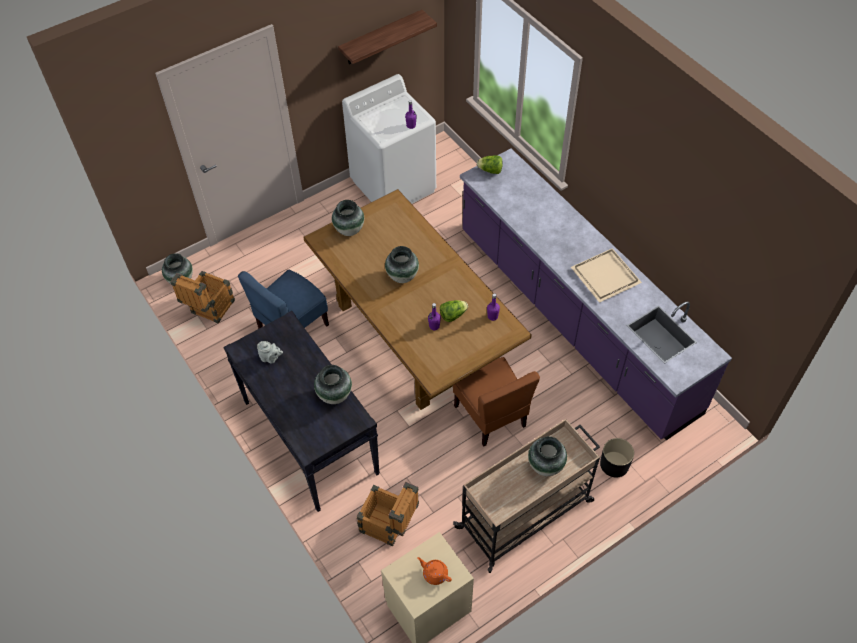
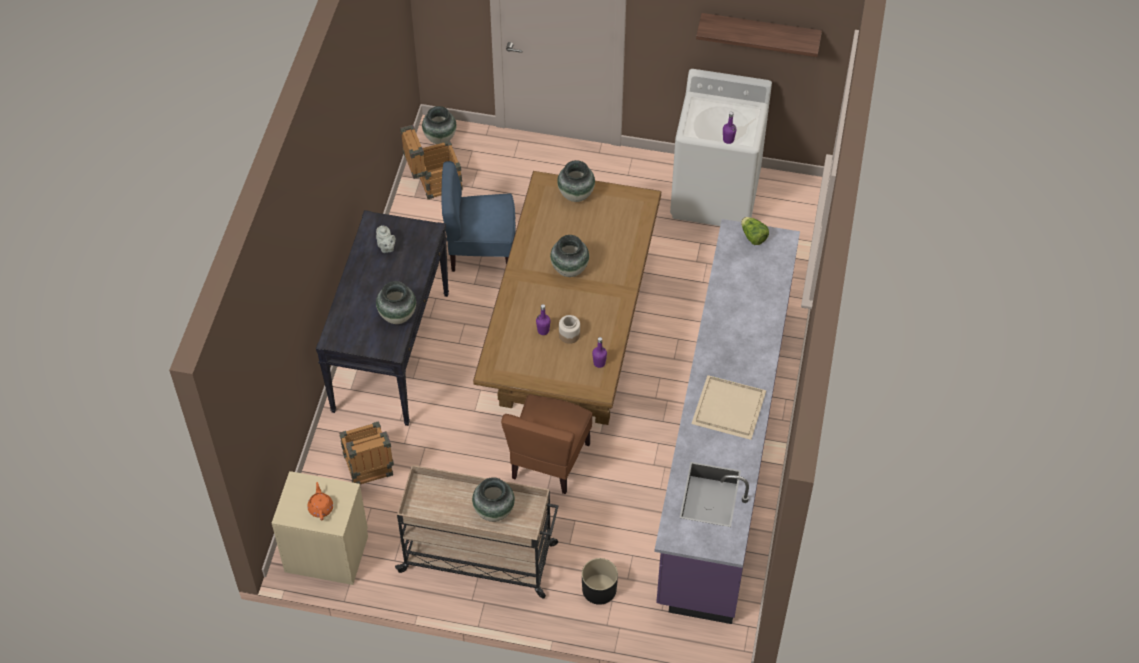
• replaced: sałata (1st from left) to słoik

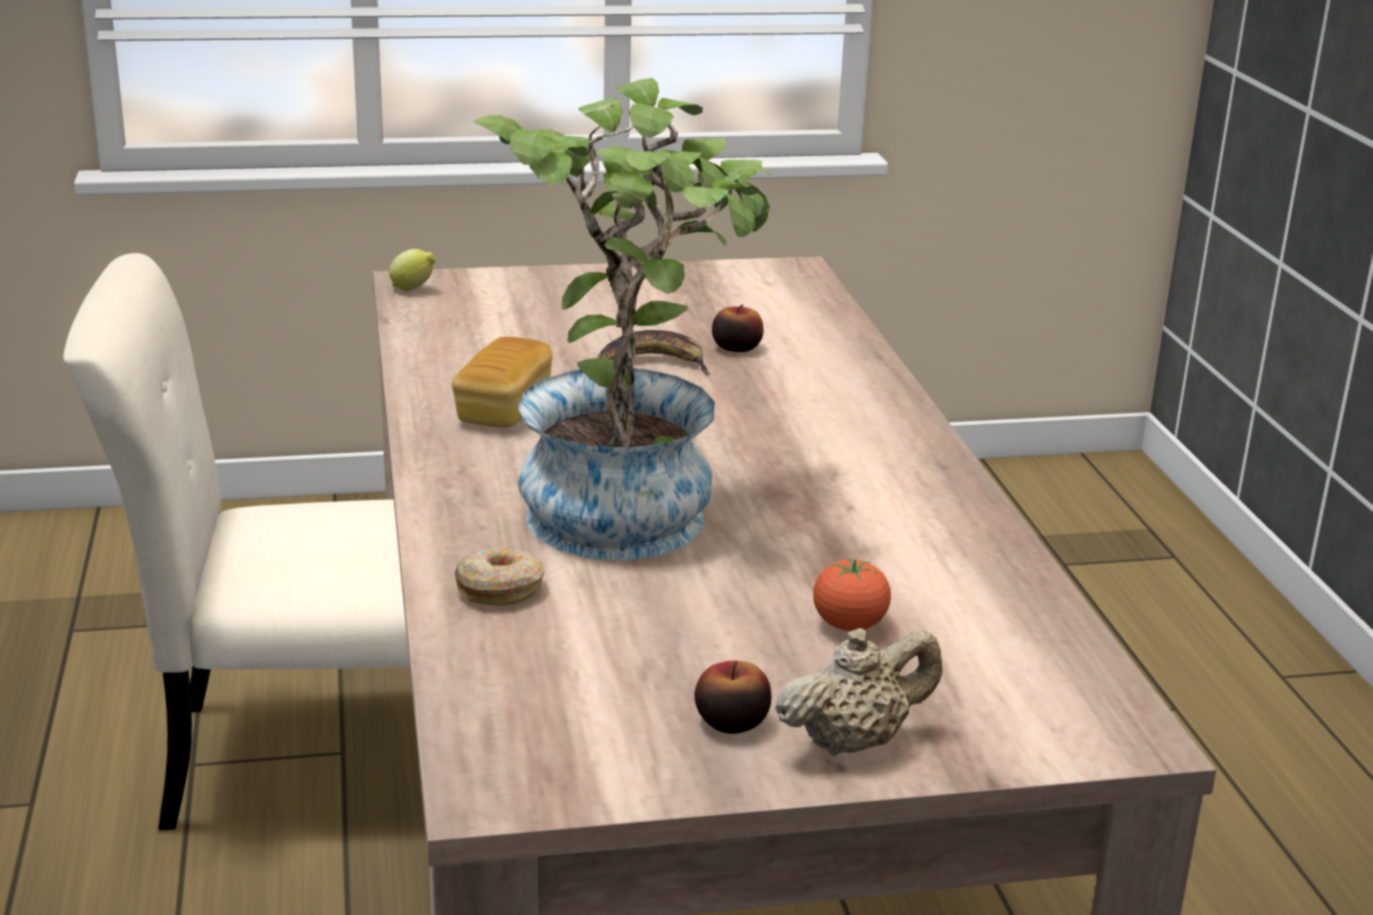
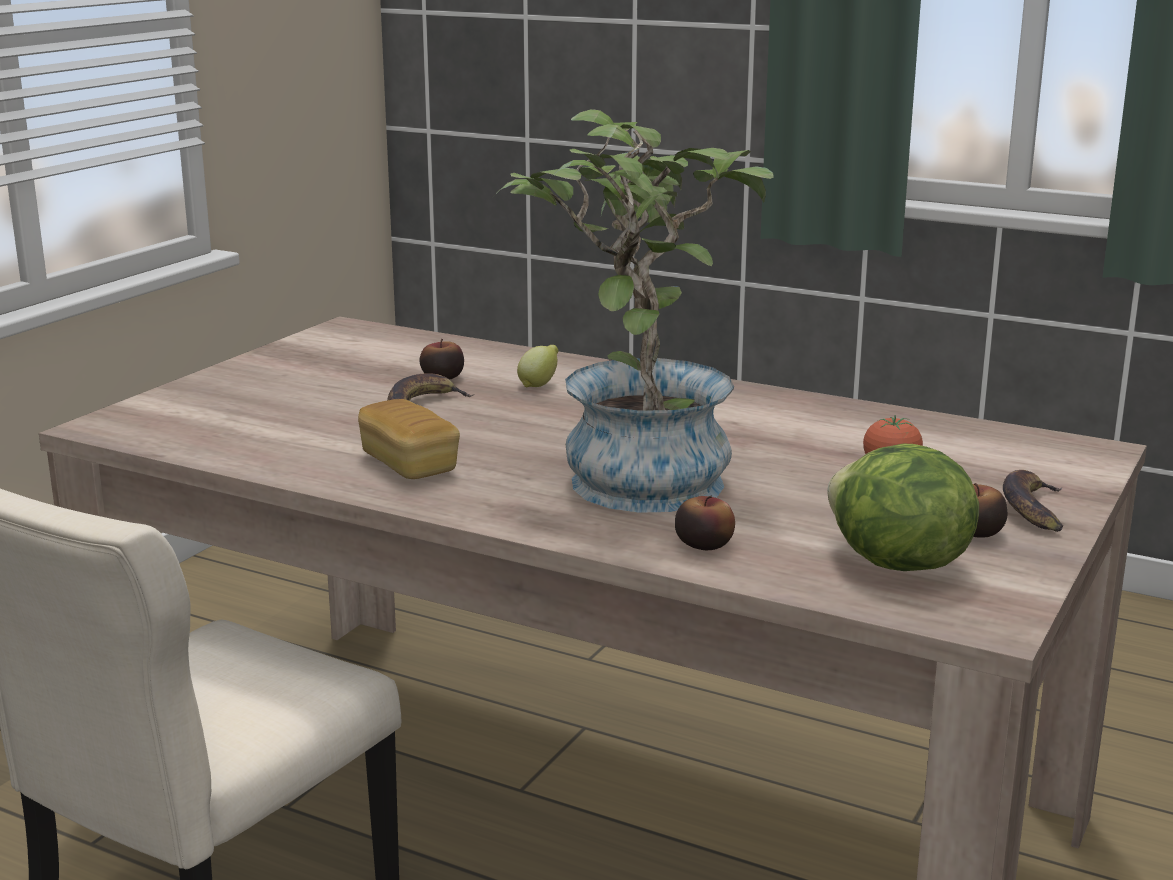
• moved: cytryna
• replaced: donut to jabłko (2nd from left)
• replaced: imbryk (beżowy) to banan (2nd from left)
• added: sałata

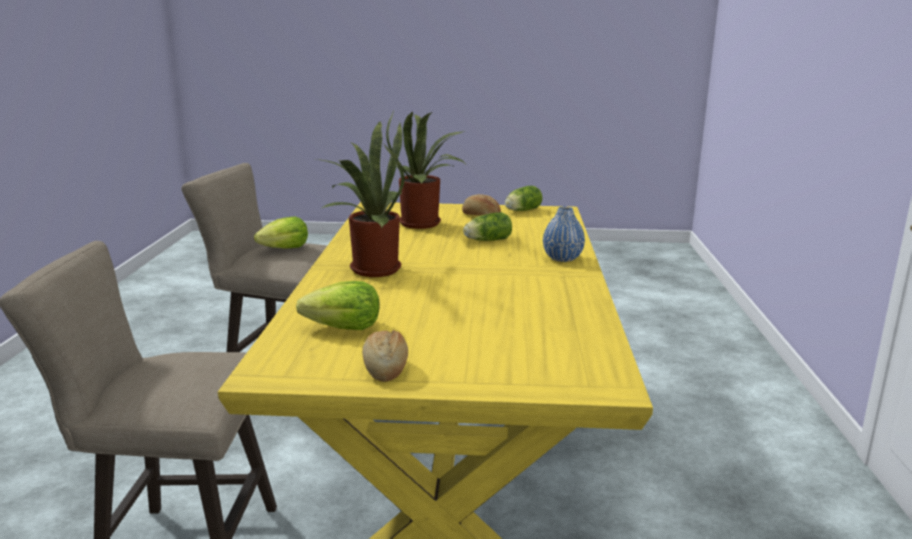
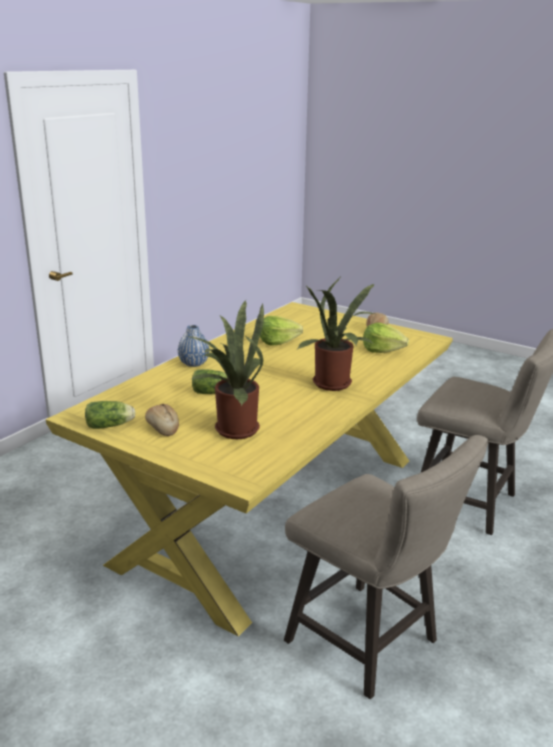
• moved: sałata (1st from left in the first image) to sałata (3rd from left)

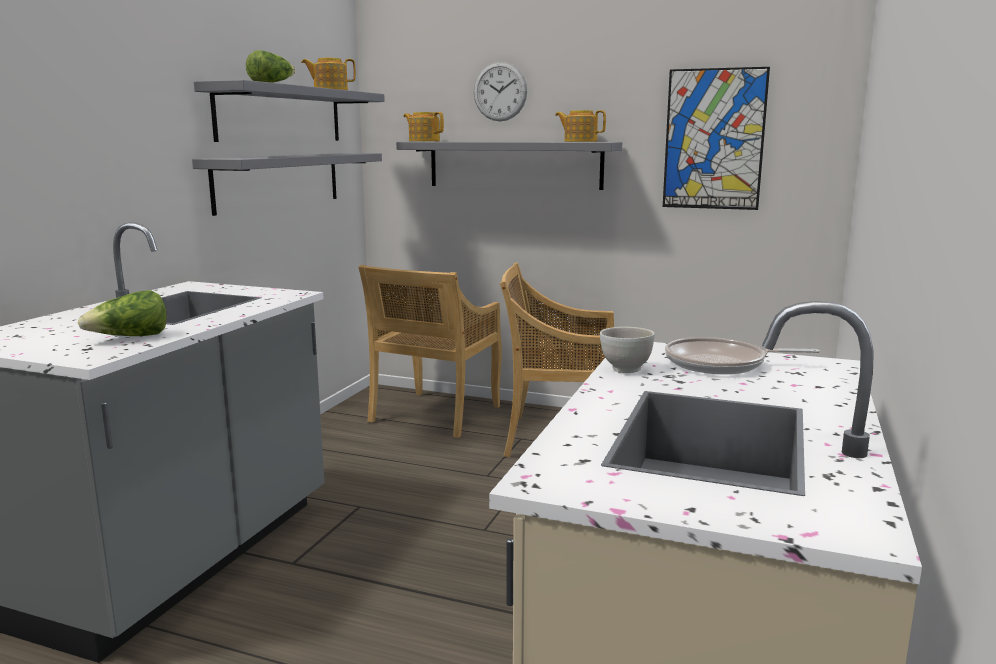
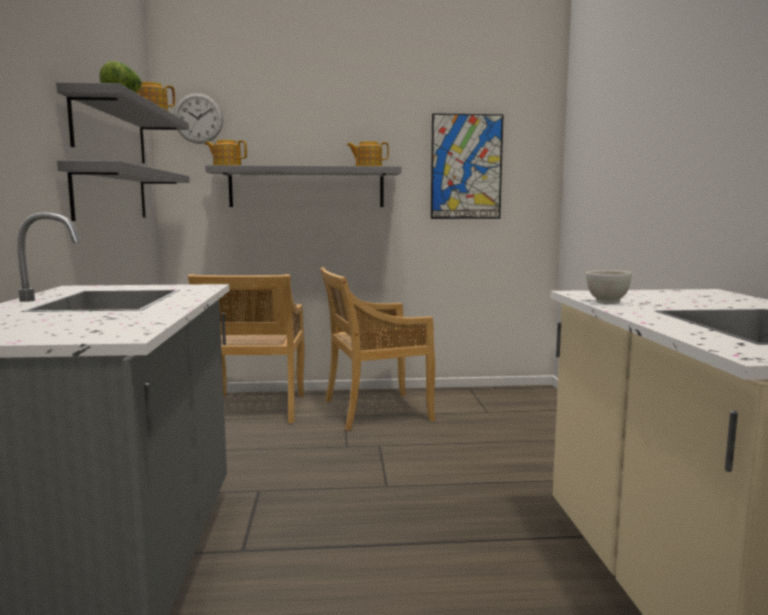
• moved: zegar ścienny
• removed: sałata (1st from left)
• removed: patelnia

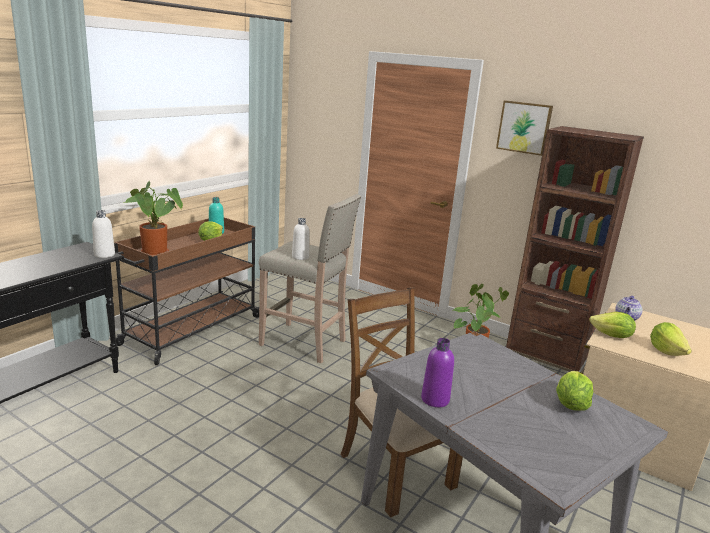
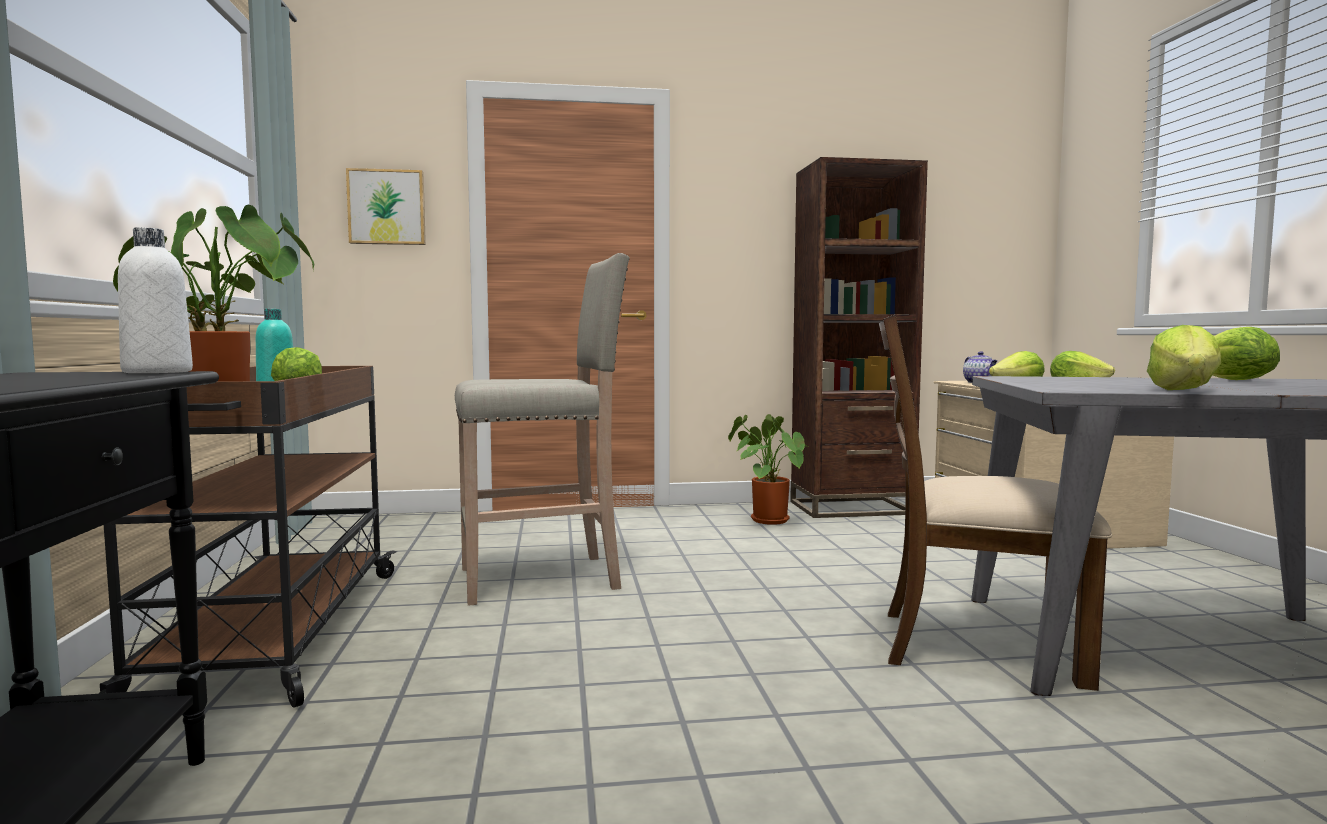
• moved: obraz
• removed: butelka (biały) (2nd from left)
• replaced: butelka (fioletowy) to sałata (4th from left)

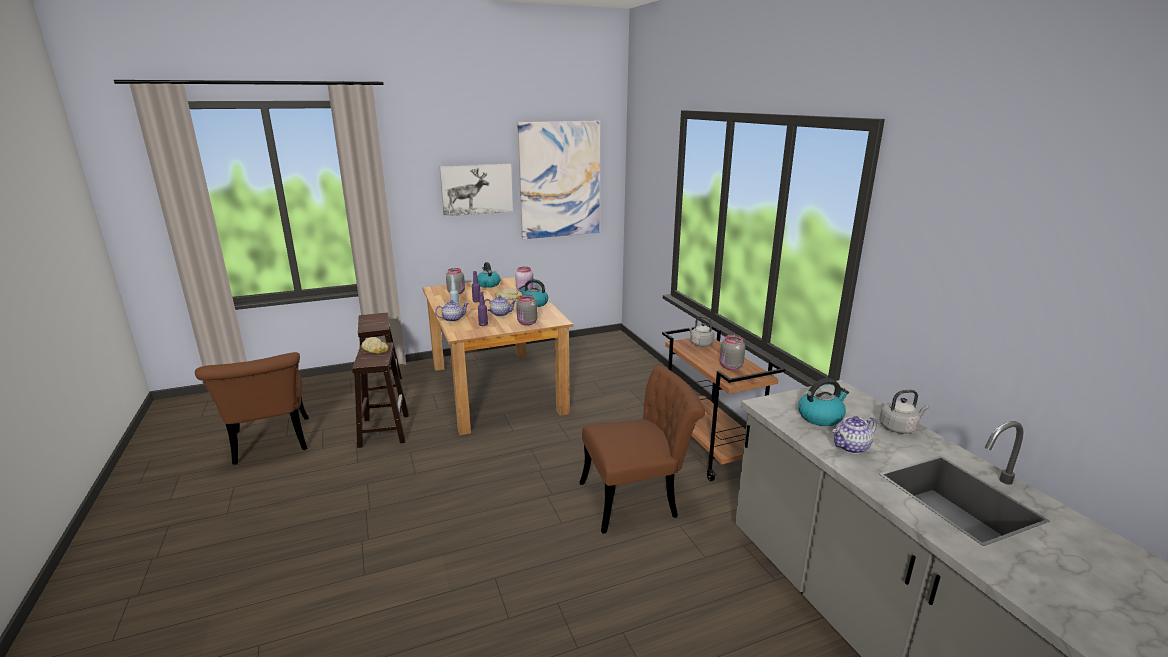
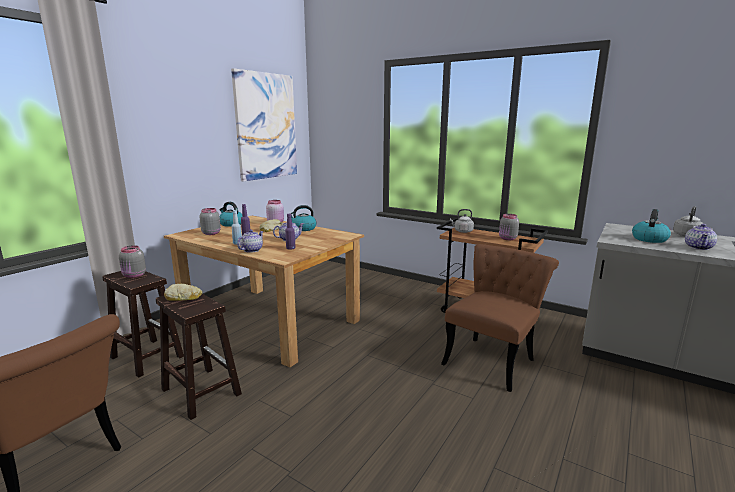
• removed: obraz (1st from left)
• moved: słoik (szary) (2nd from left in the first image) to słoik (szary) (1st from left)

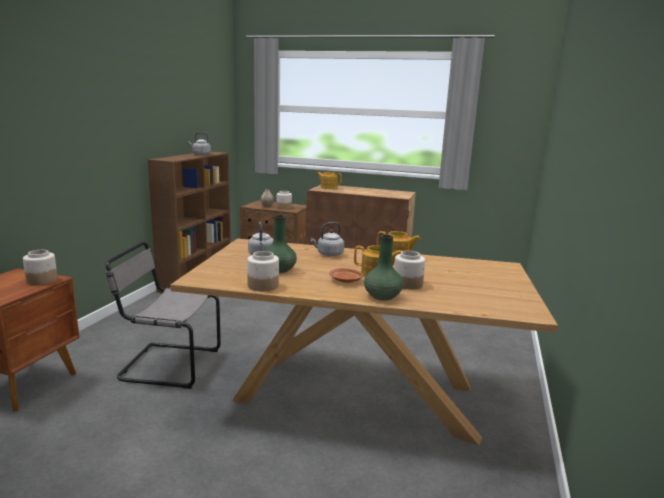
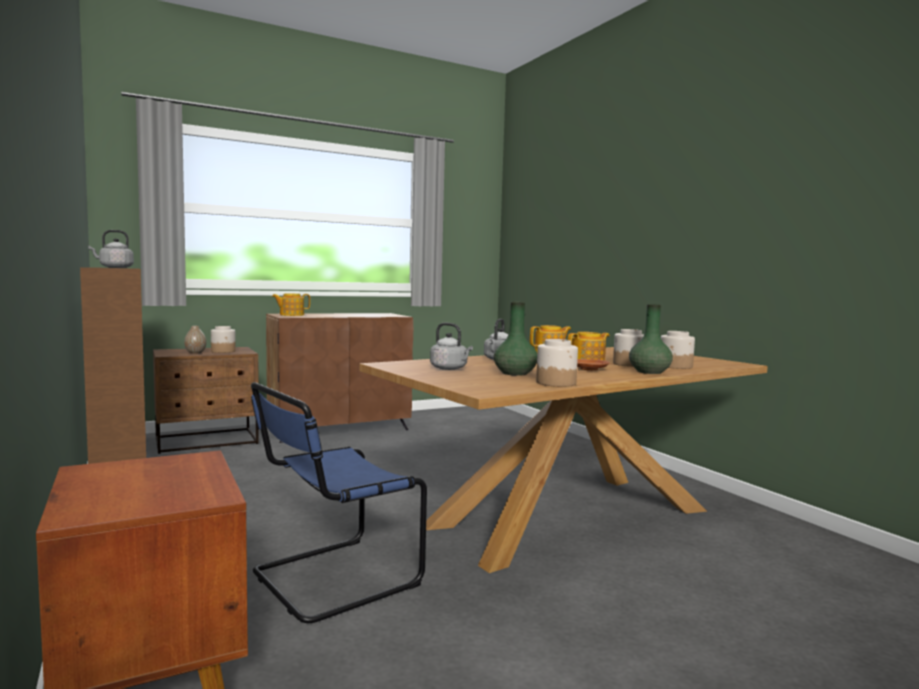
• recoloured: krzesło (szary) to krzesło (niebieski)
• moved: słoik (1st from left in the first image) to słoik (4th from left)

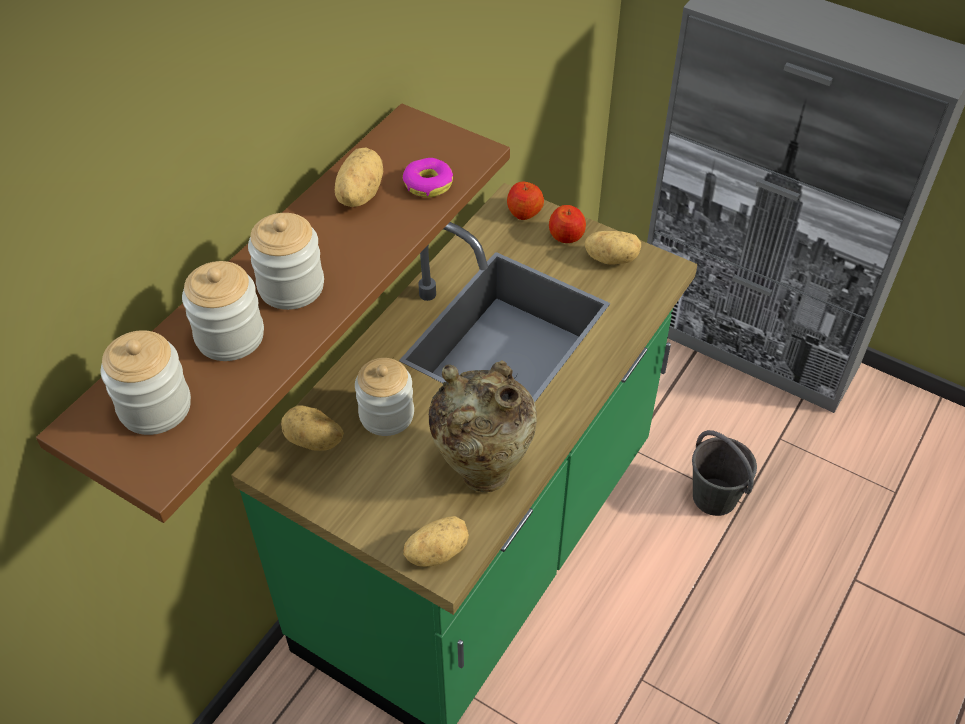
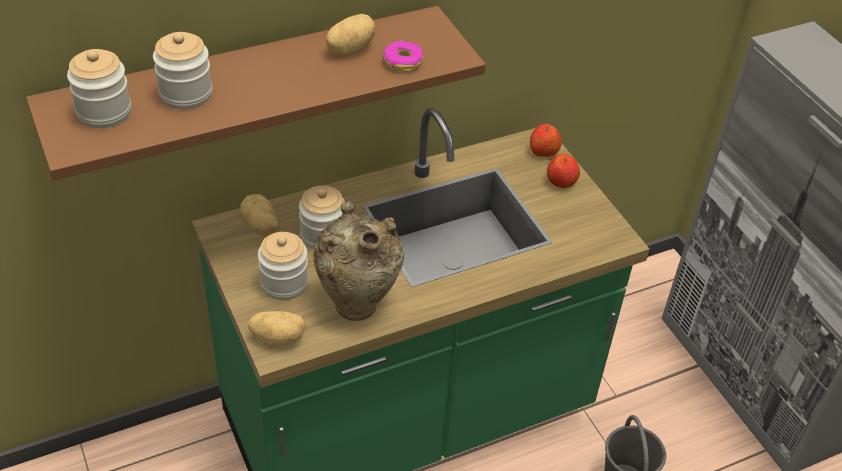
• moved: słoik (3rd from left)
• removed: ziemniak (4th from left)

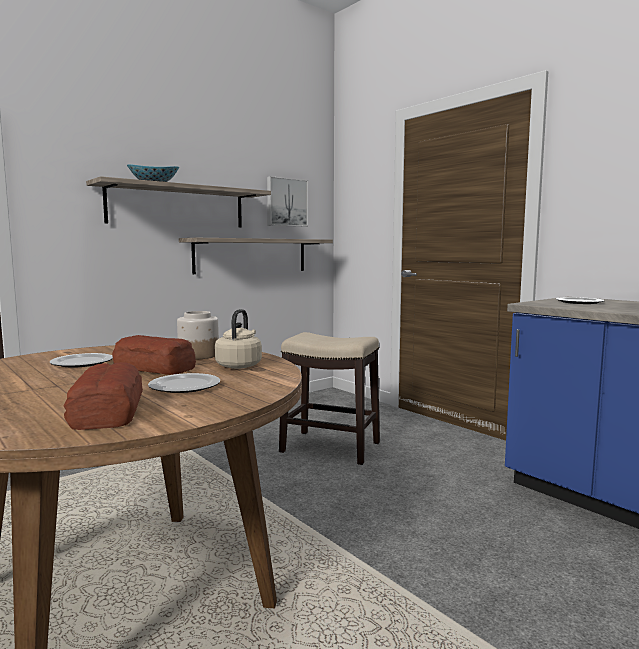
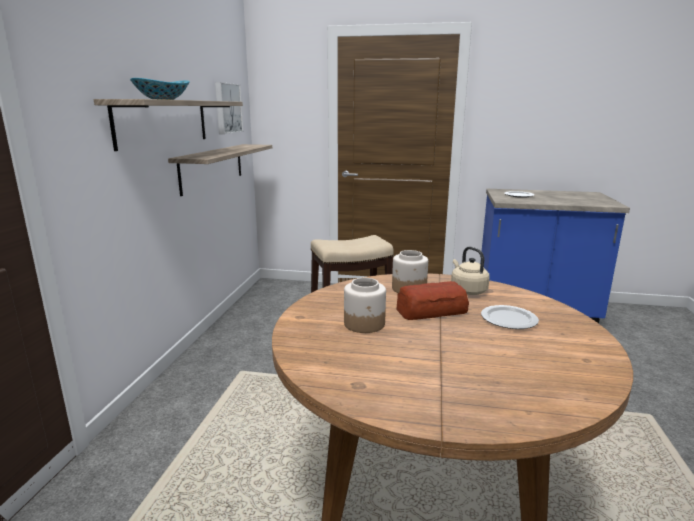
• replaced: talerz (1st from left) to słoik (1st from left)
• removed: chleb (1st from left)

